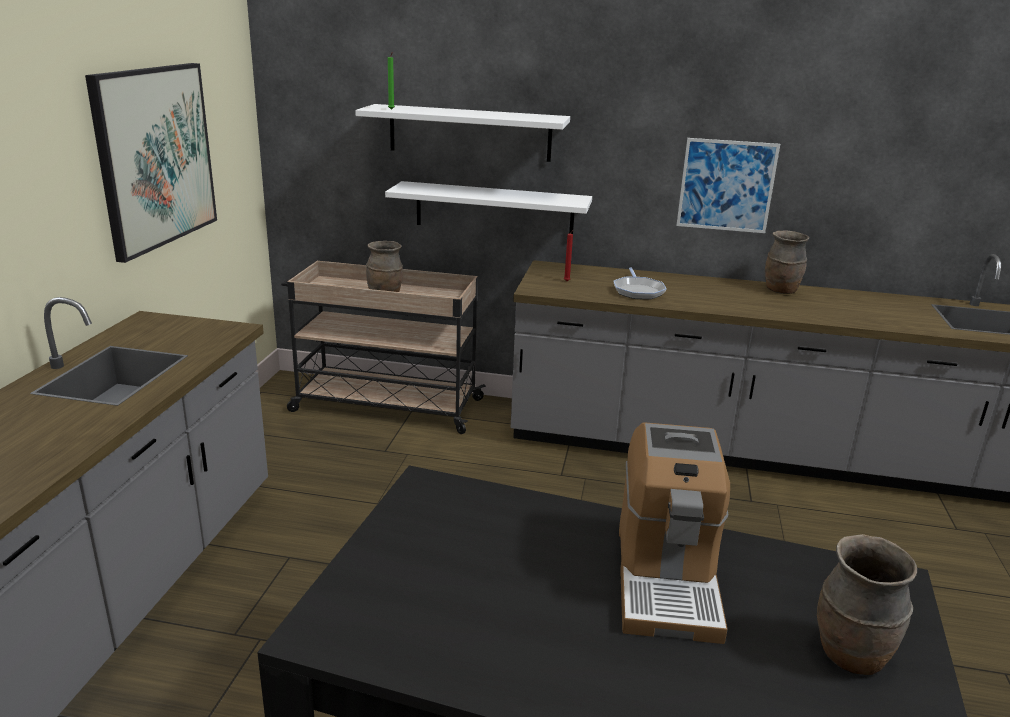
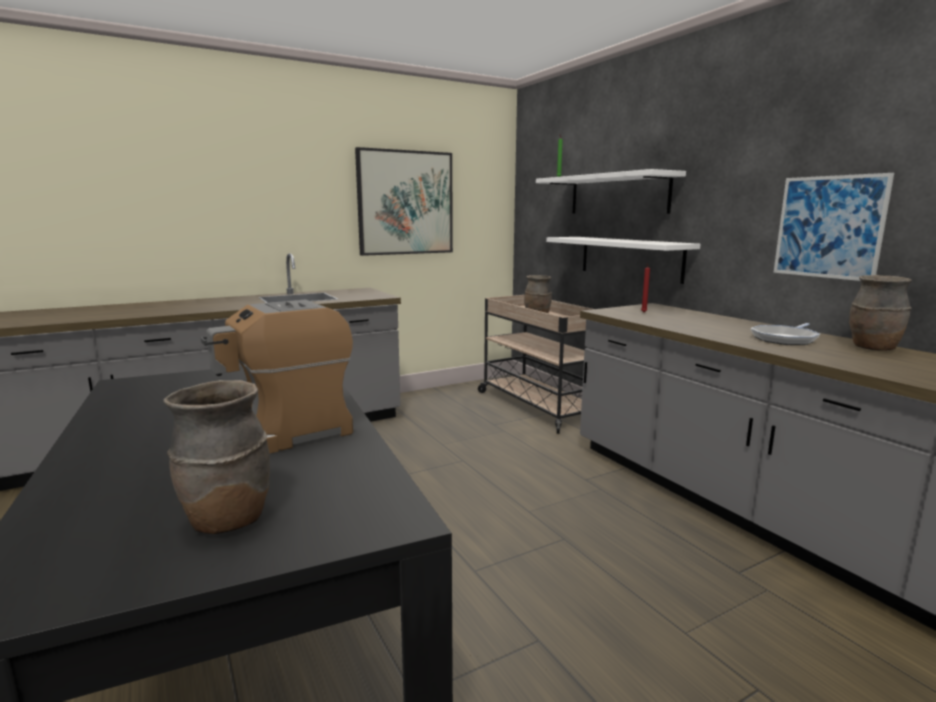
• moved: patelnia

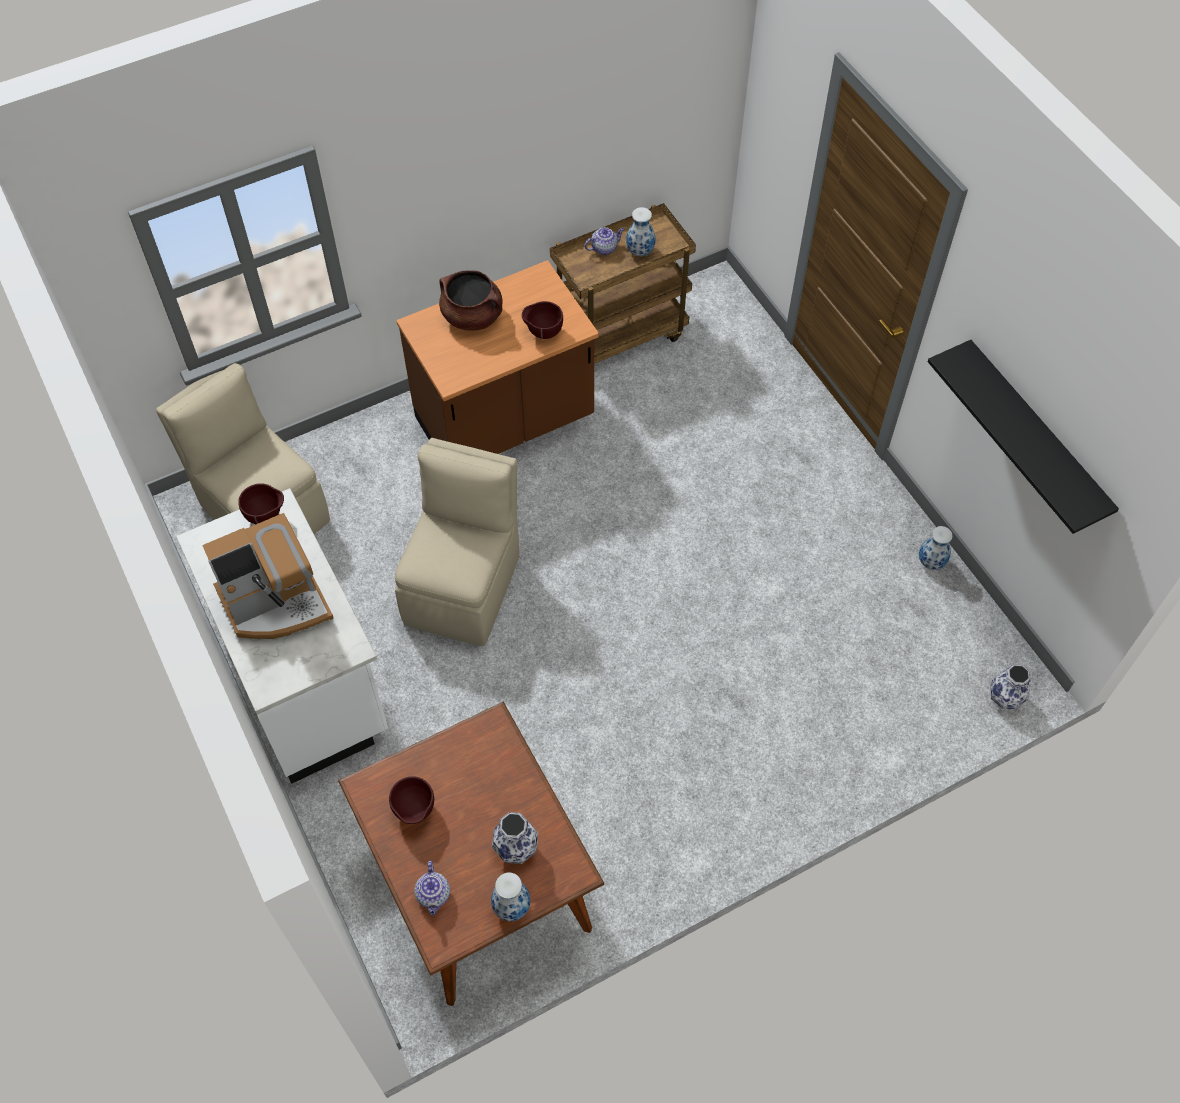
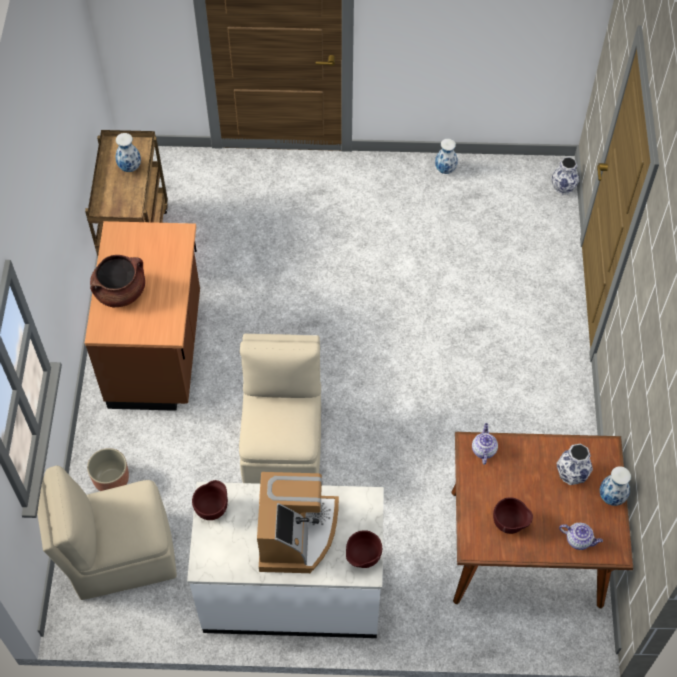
• moved: imbryk (2nd from left in the first image) to imbryk (1st from left)
• moved: miska (brązowy) (3rd from left in the first image) to miska (brązowy) (2nd from left)
• removed: półka (czarny)
• turned: krzesło (beżowy) (2nd from left) 45 degrees clockwise
• added: donica

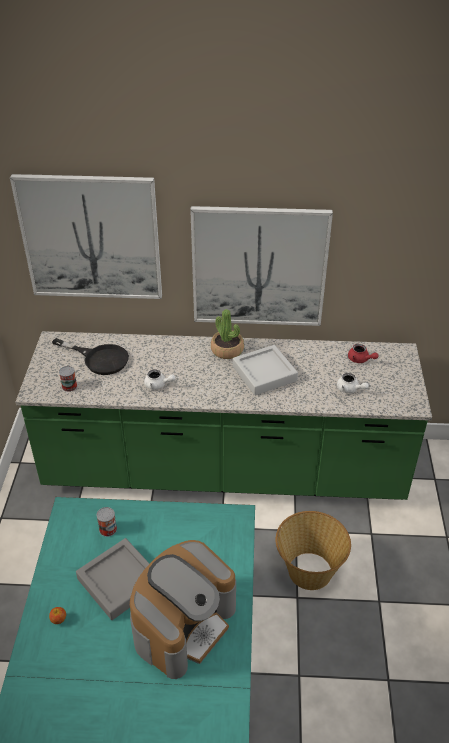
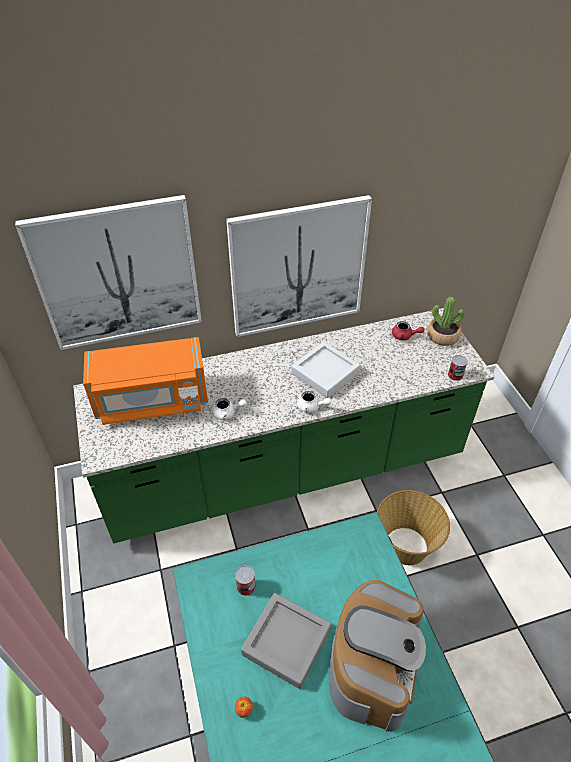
• moved: roślina doniczkowa
• replaced: patelnia (czarny) to mikrofalówka (pomarańczowy)
• moved: puszka (1st from left in the first image) to puszka (2nd from left)
• moved: imbryk (biały) (2nd from left)

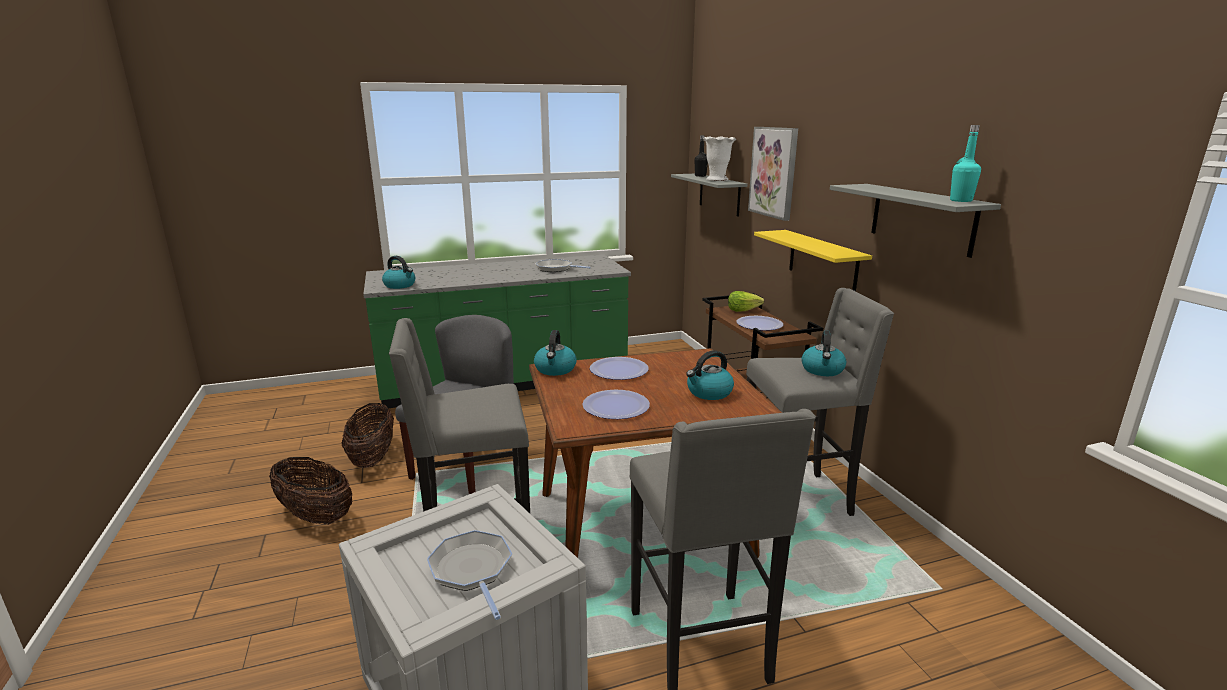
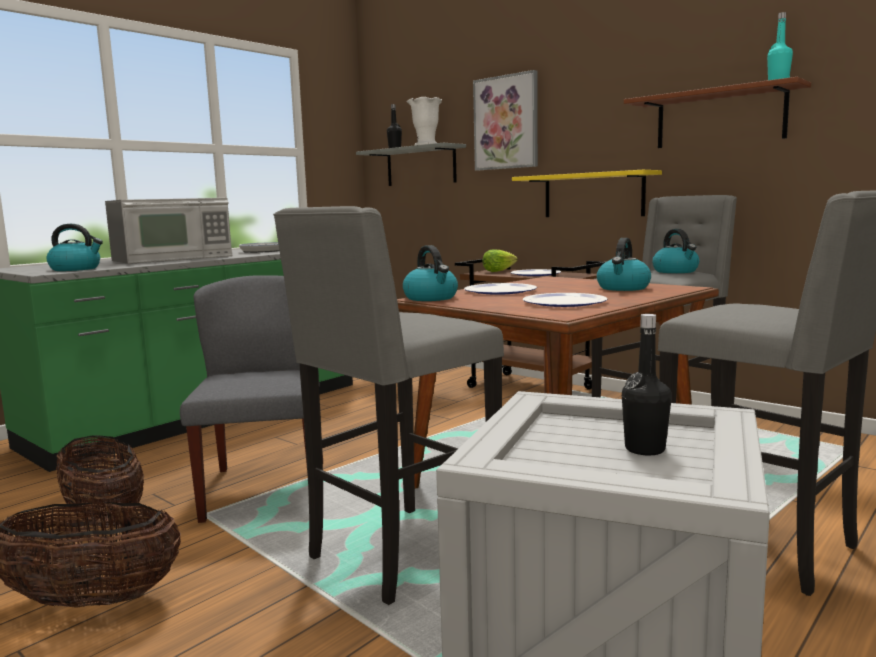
• recoloured: półka (szary) (2nd from left) to półka (brązowy)
• replaced: patelnia (1st from left) to butelka (czarny) (2nd from left)
• added: mikrofalówka

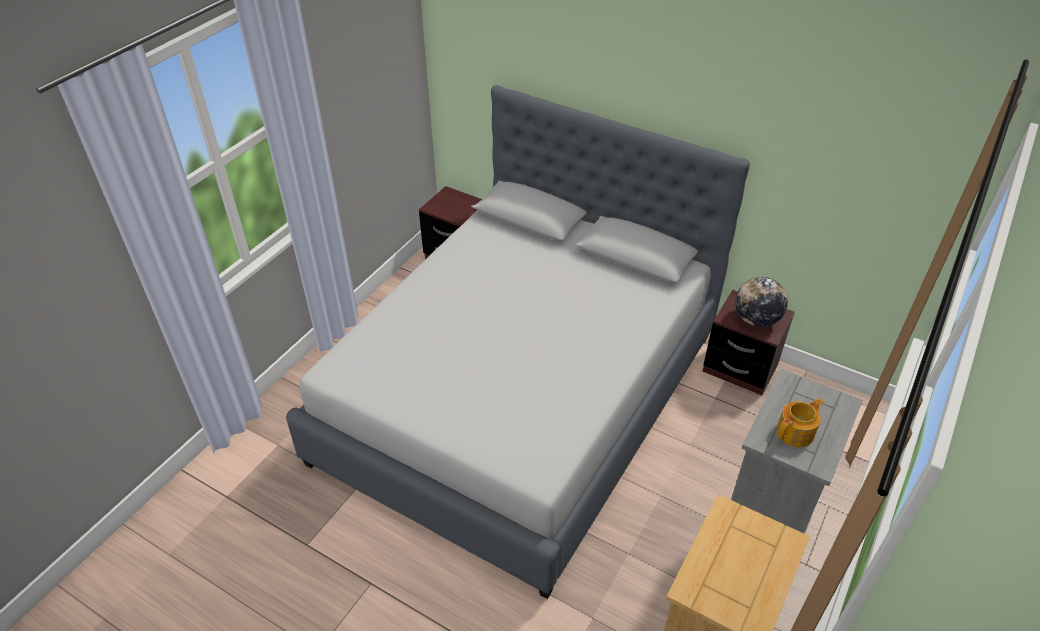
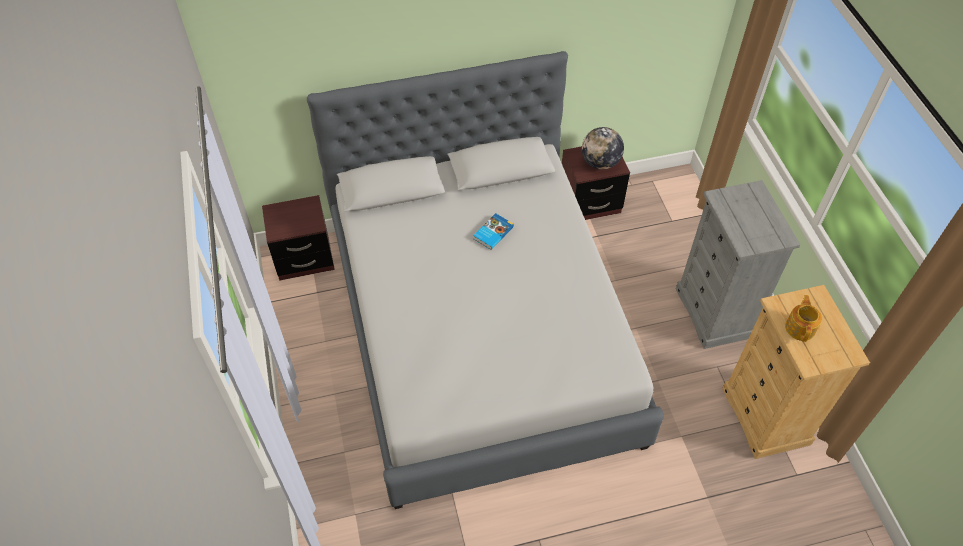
• moved: imbryk
• added: książka

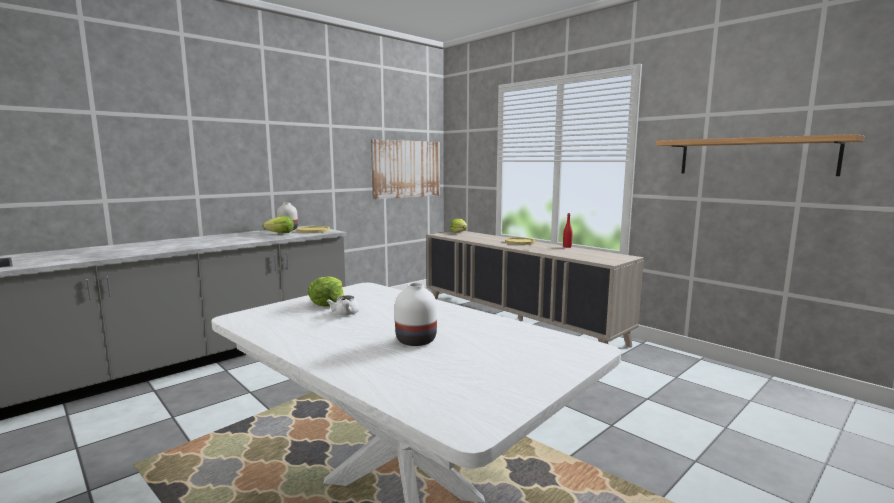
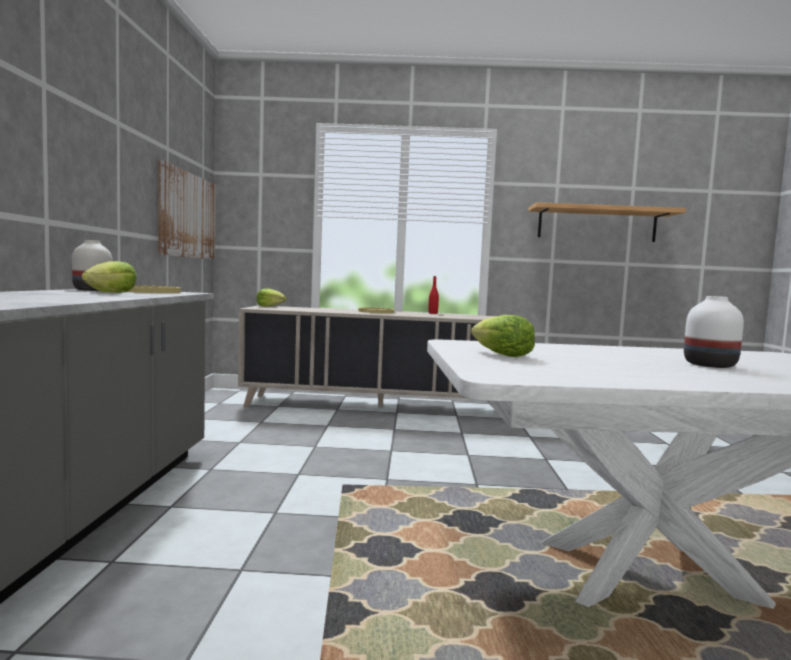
• removed: imbryk (biały)

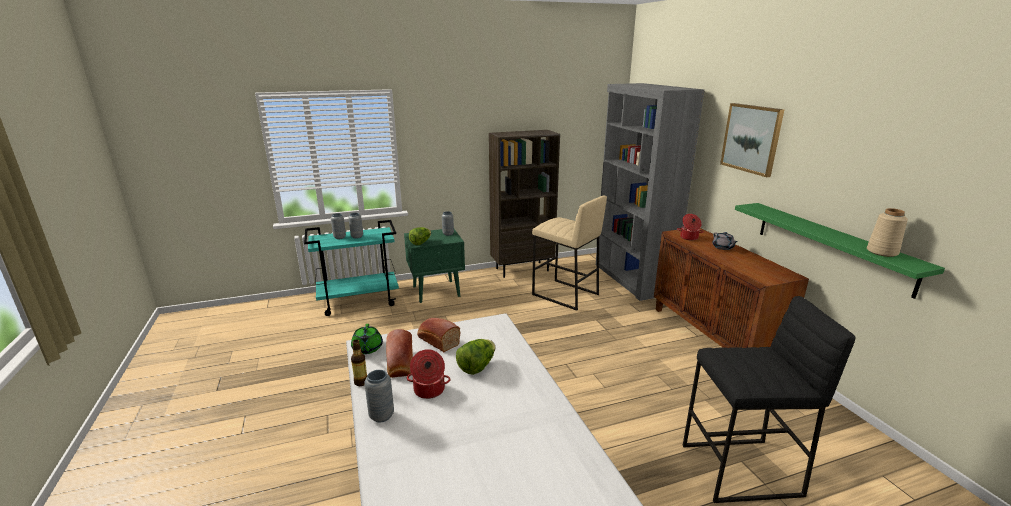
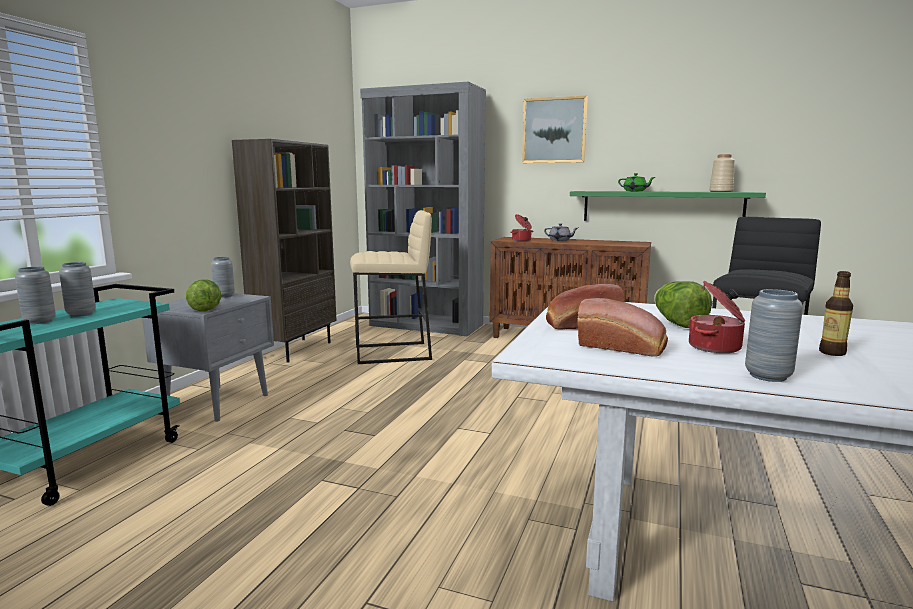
• recoloured: szafka nocna (zielony) to szafka nocna (szary)
• moved: imbryk (zielony)
• moved: butelka

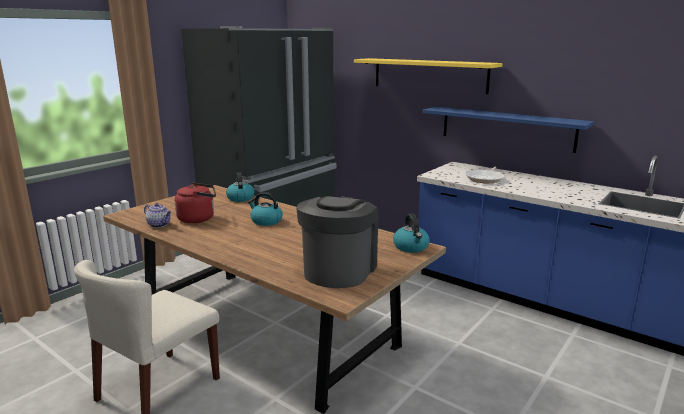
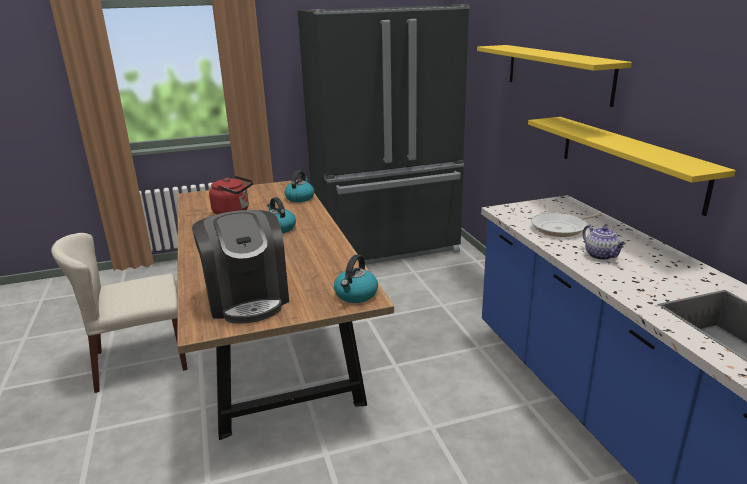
• recoloured: półka (niebieski) to półka (żółty) (2nd from left)
• turned: ekspres do kawy 105 degrees clockwise
• moved: imbryk

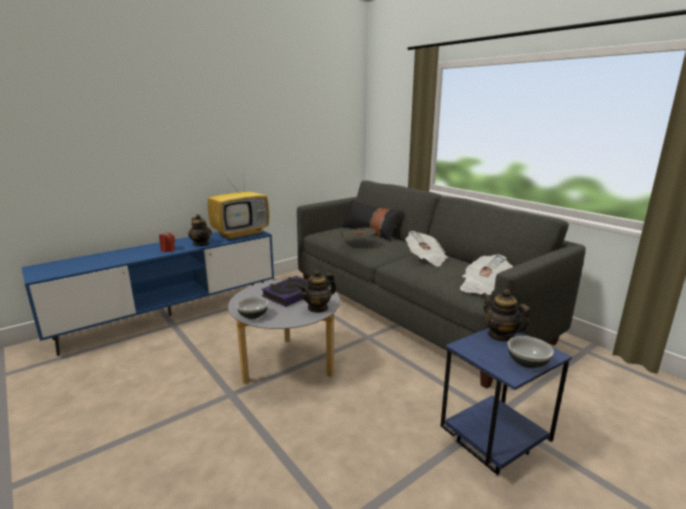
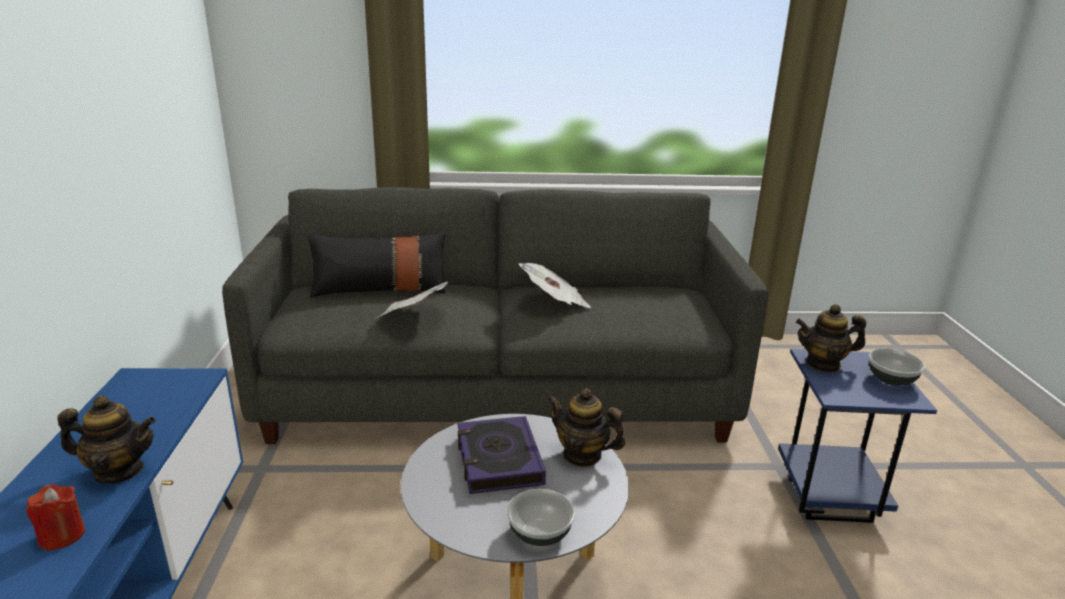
• removed: telewizor
• removed: gazeta (3rd from left)
• turned: imbryk (2nd from left) 120 degrees clockwise

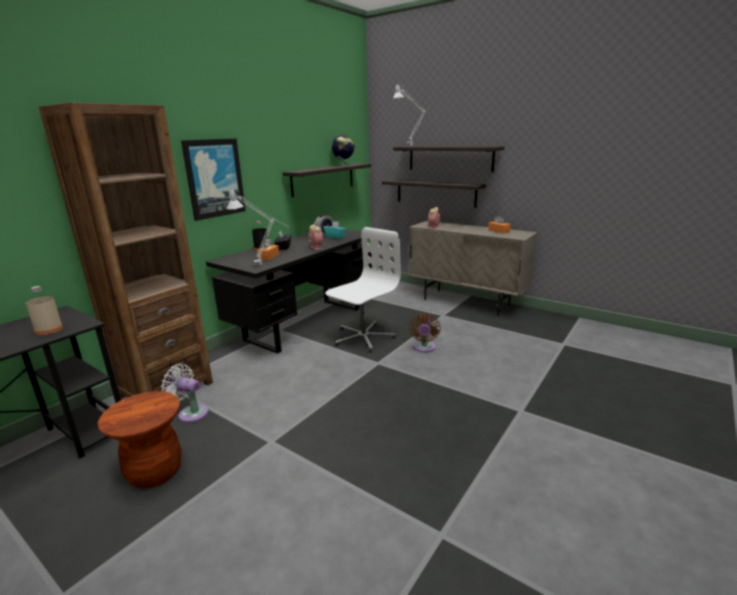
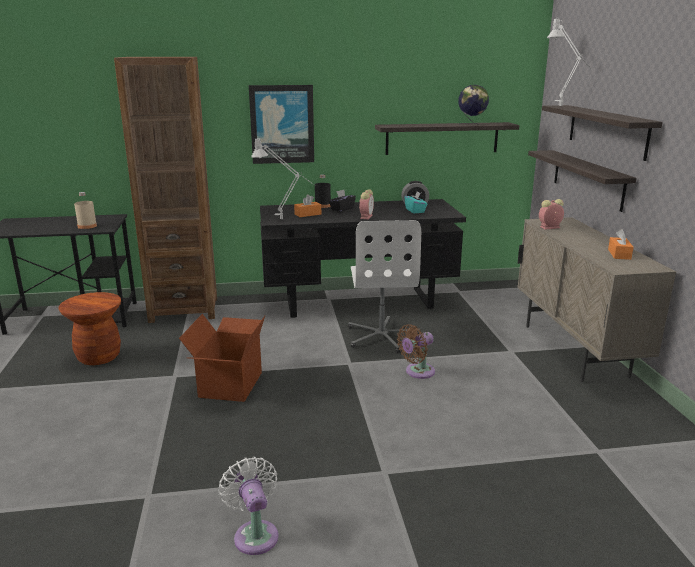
• turned: krzesło biurowe (biały) 90 degrees clockwise
• moved: wentylator (biały)
• added: karton

